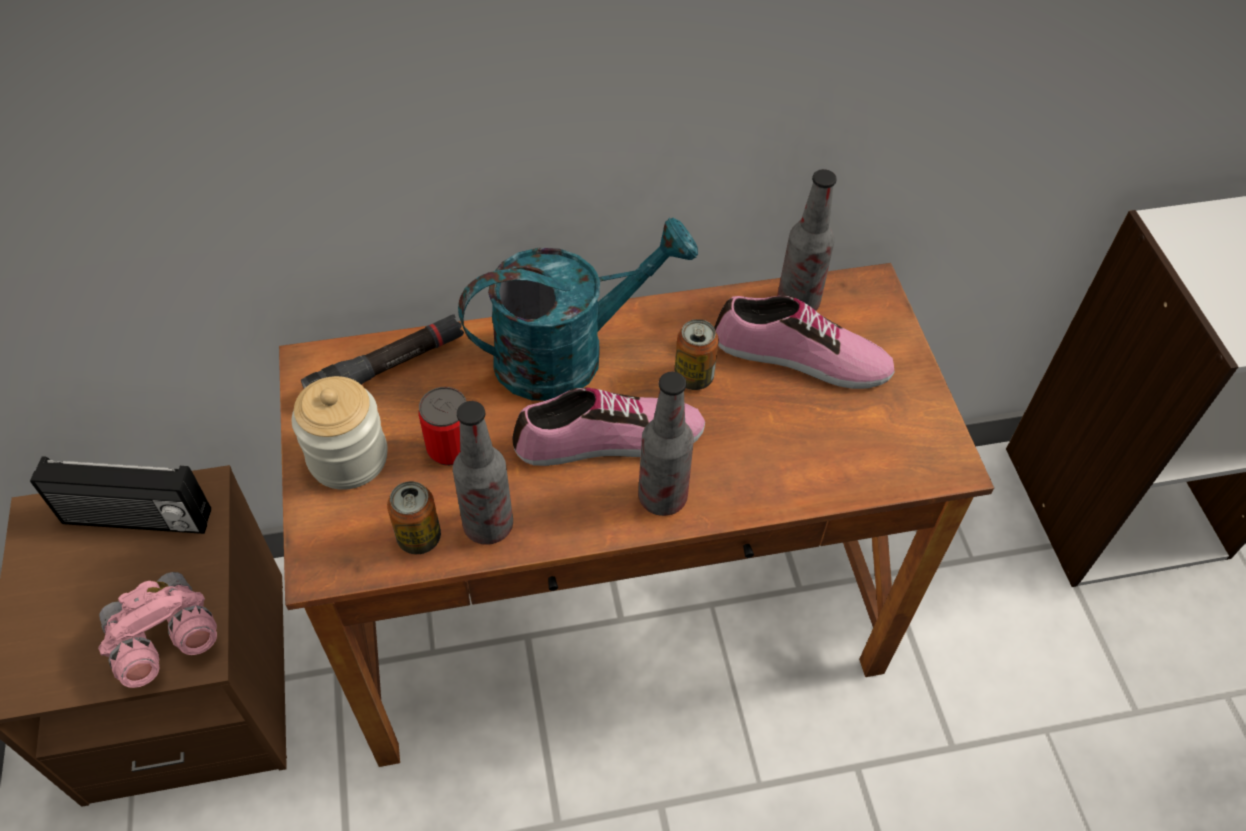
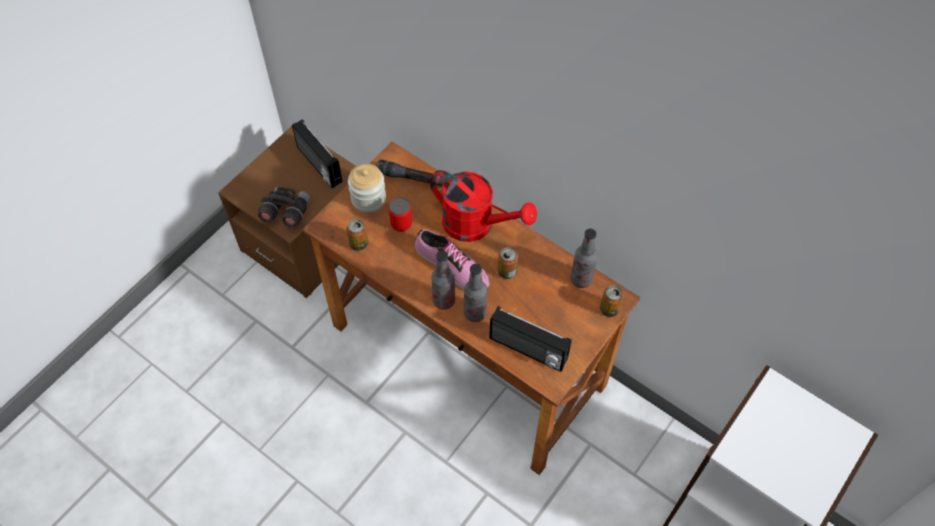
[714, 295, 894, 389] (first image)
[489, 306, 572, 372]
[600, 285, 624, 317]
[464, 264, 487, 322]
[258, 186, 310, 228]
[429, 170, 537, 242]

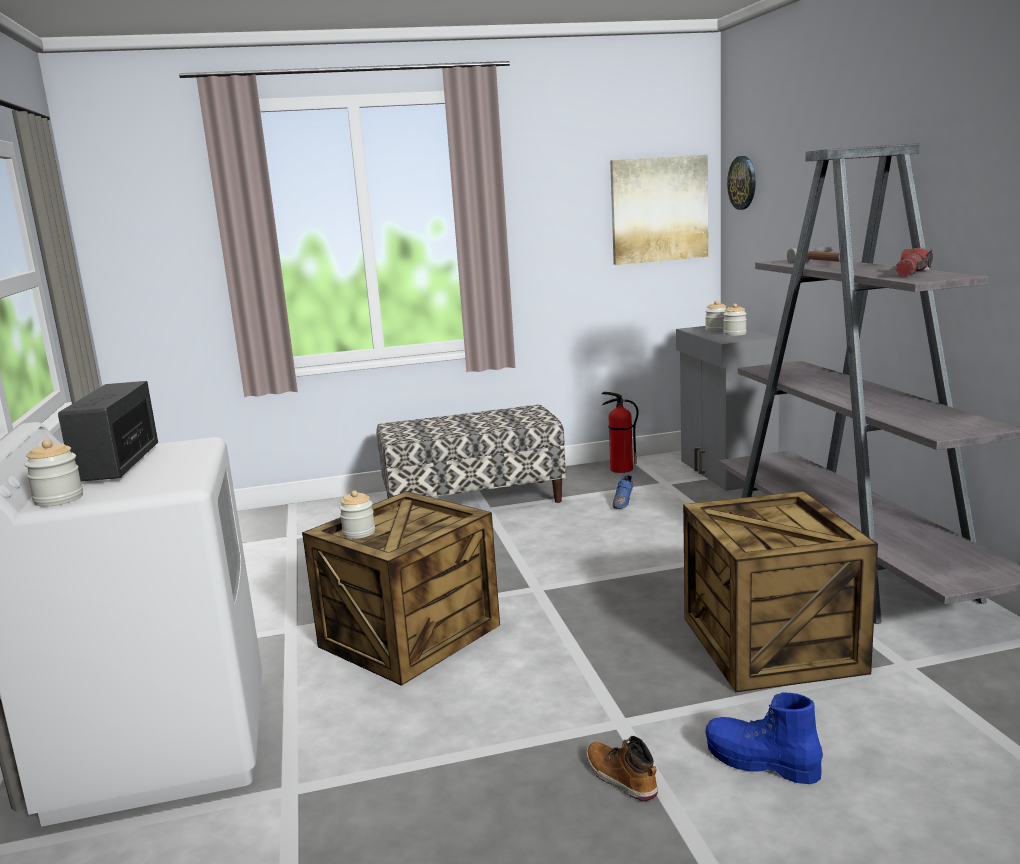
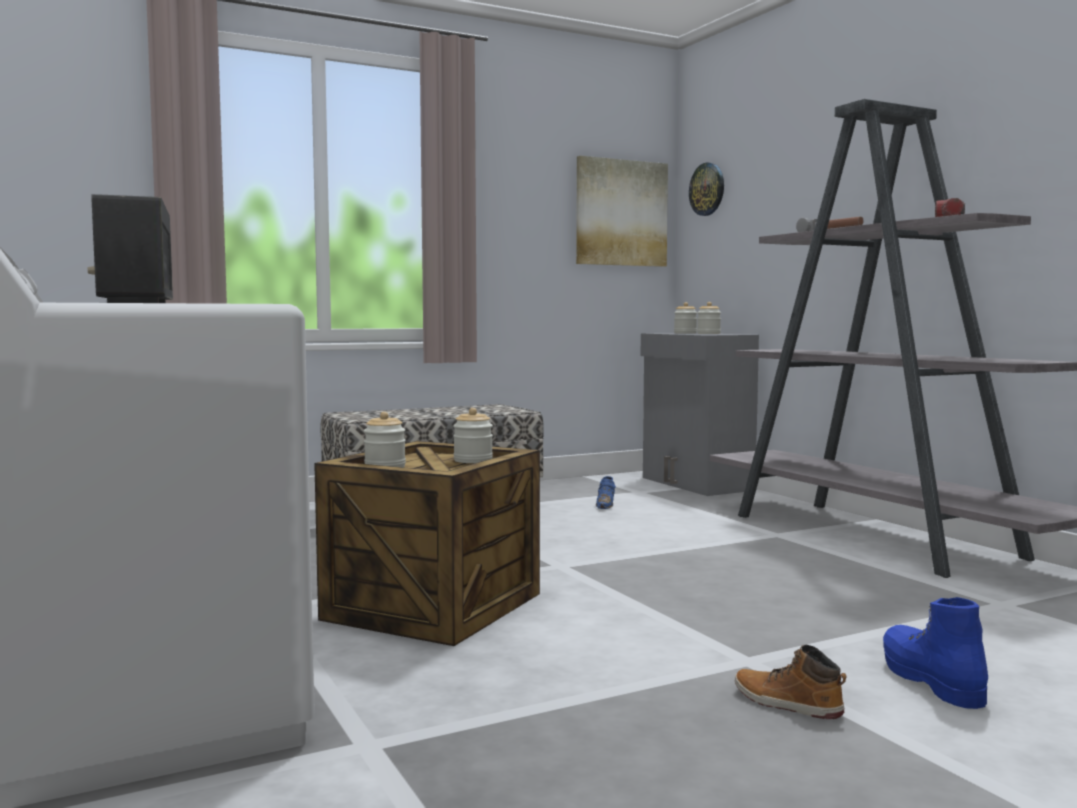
[602, 392, 639, 473] (first image)
[683, 491, 878, 692] (first image)
[453, 408, 493, 463]
[883, 597, 988, 709]

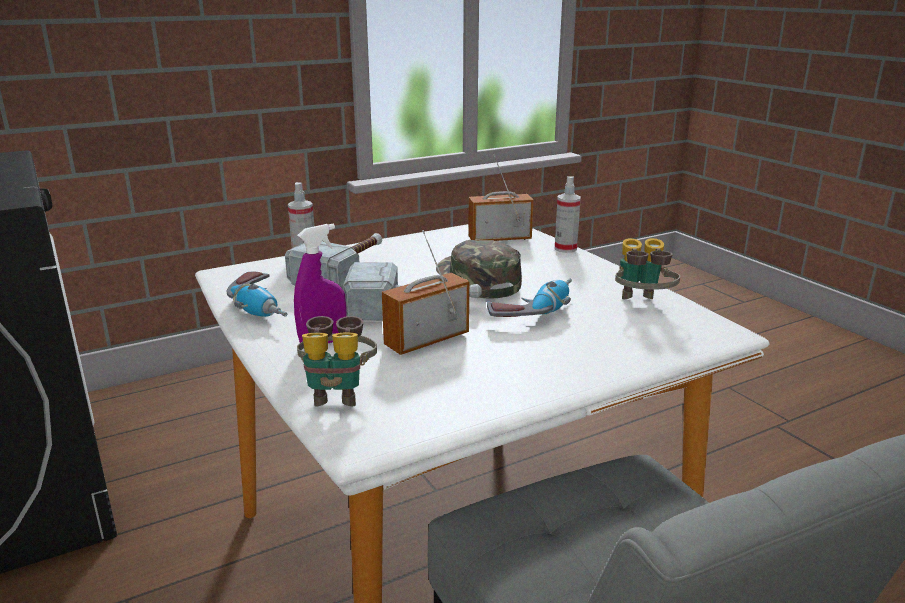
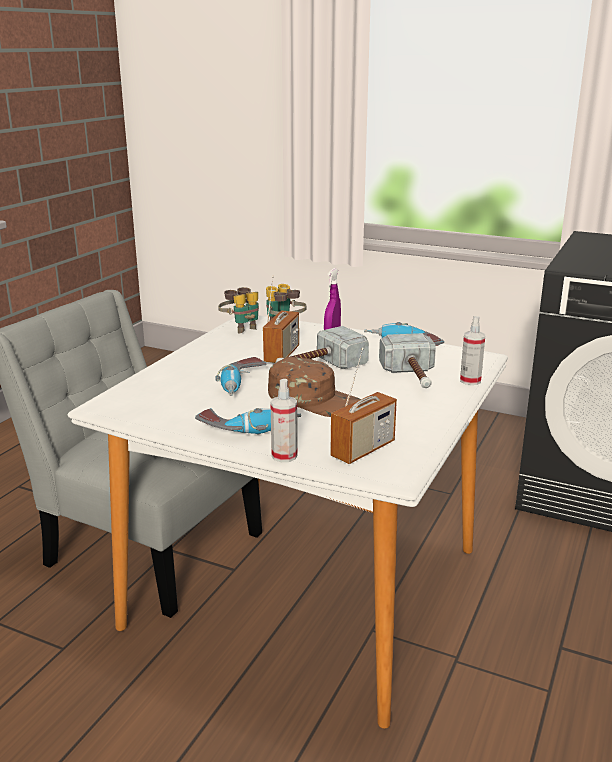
[195, 408, 301, 434]
[218, 287, 259, 334]
[268, 357, 361, 417]

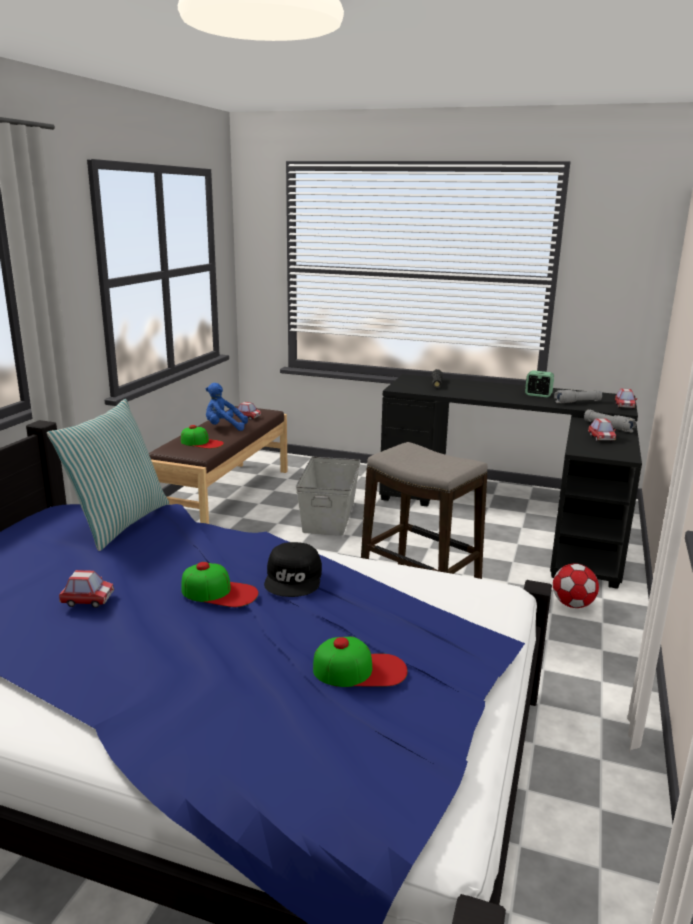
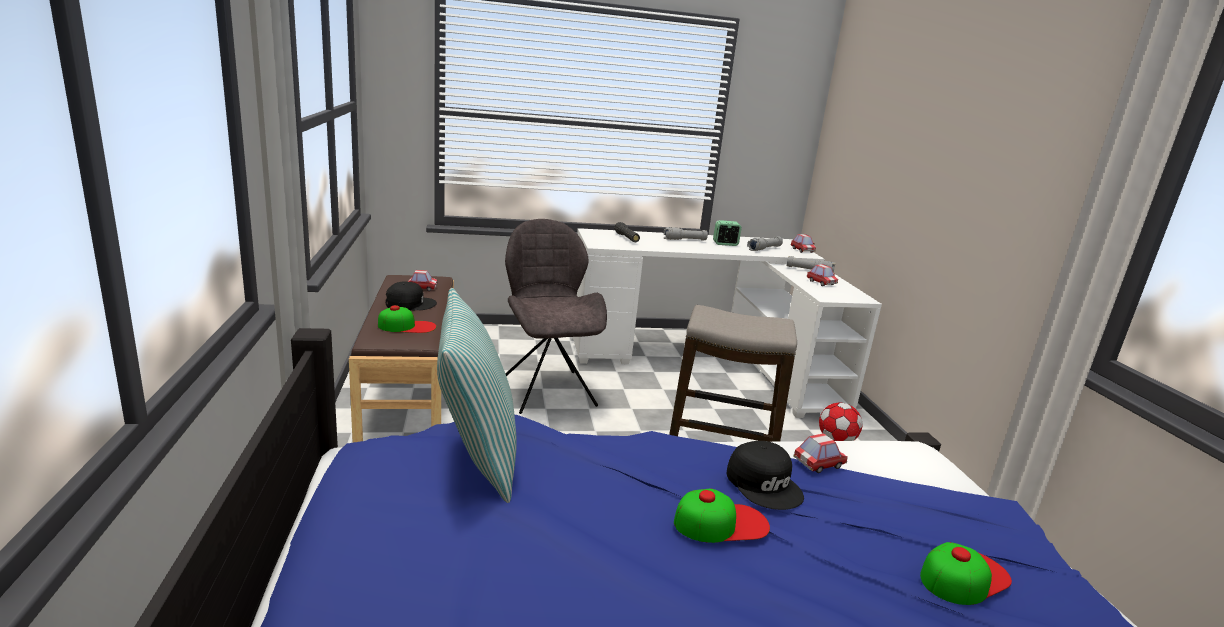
[663, 227, 708, 241]
[793, 433, 848, 473]
[386, 282, 437, 310]
[505, 219, 607, 414]
[572, 228, 882, 418]

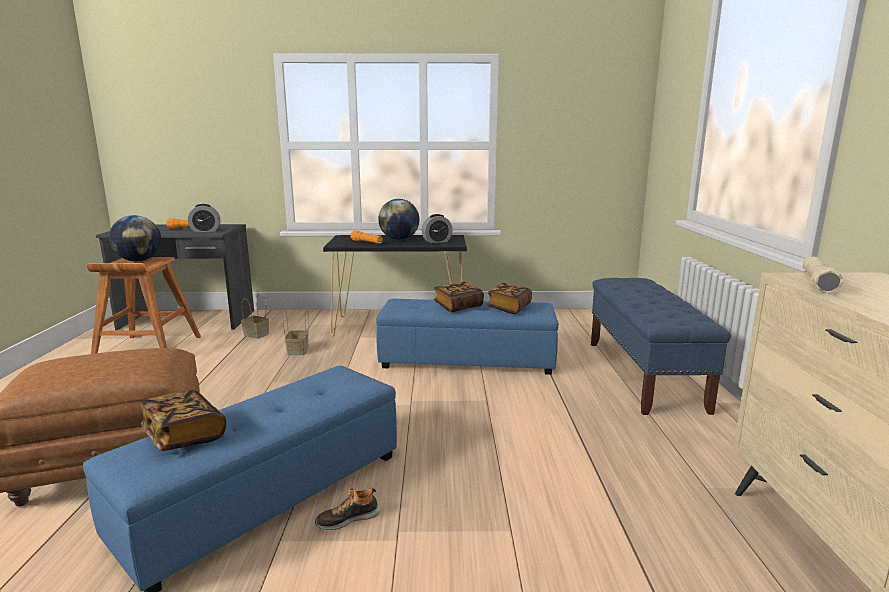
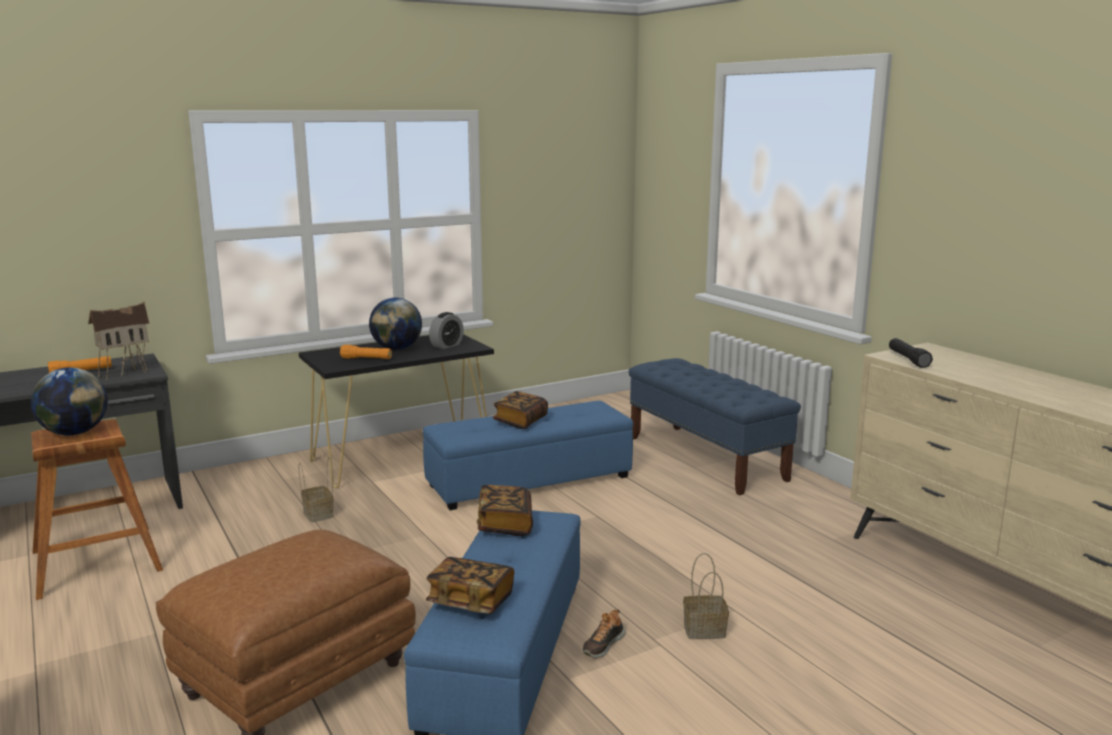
[683, 553, 729, 639]
[477, 485, 533, 536]
[88, 302, 149, 381]
[889, 338, 933, 368]

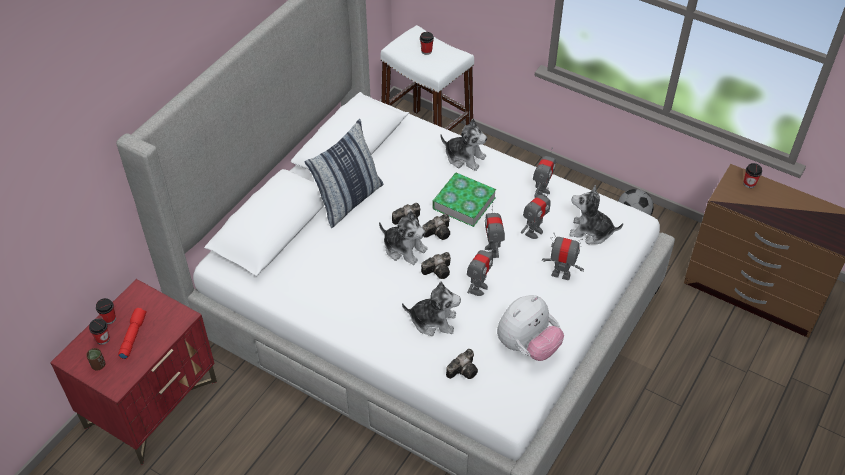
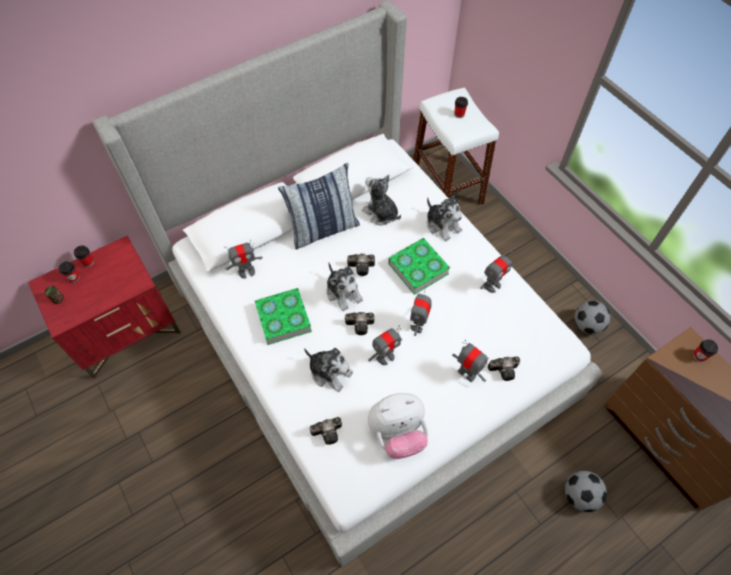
[118, 308, 146, 359] (first image)
[255, 288, 312, 345]
[565, 471, 607, 512]
[488, 356, 520, 381]
[224, 240, 263, 279]
[362, 175, 401, 226]

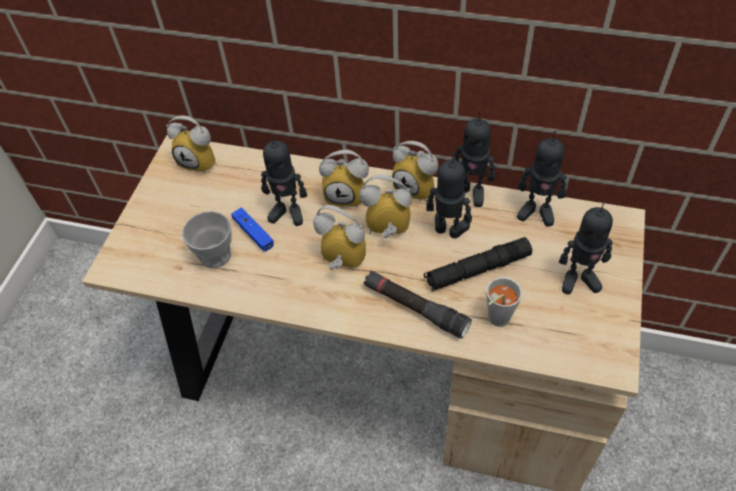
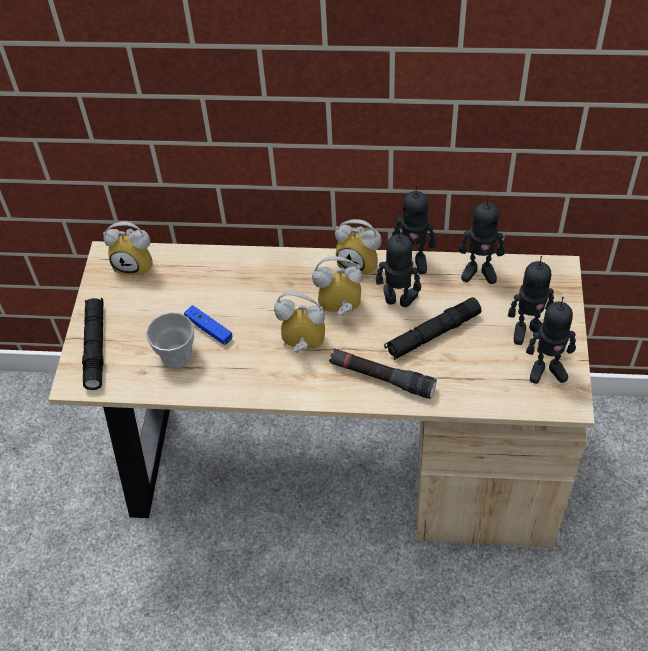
[319, 150, 369, 207] (first image)
[486, 277, 522, 327] (first image)
[82, 298, 104, 390]
[526, 297, 576, 384]

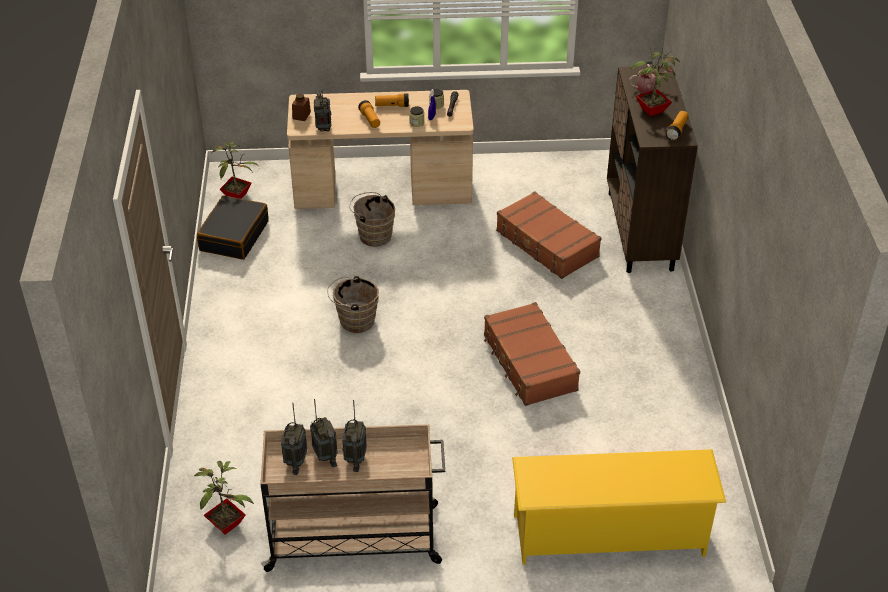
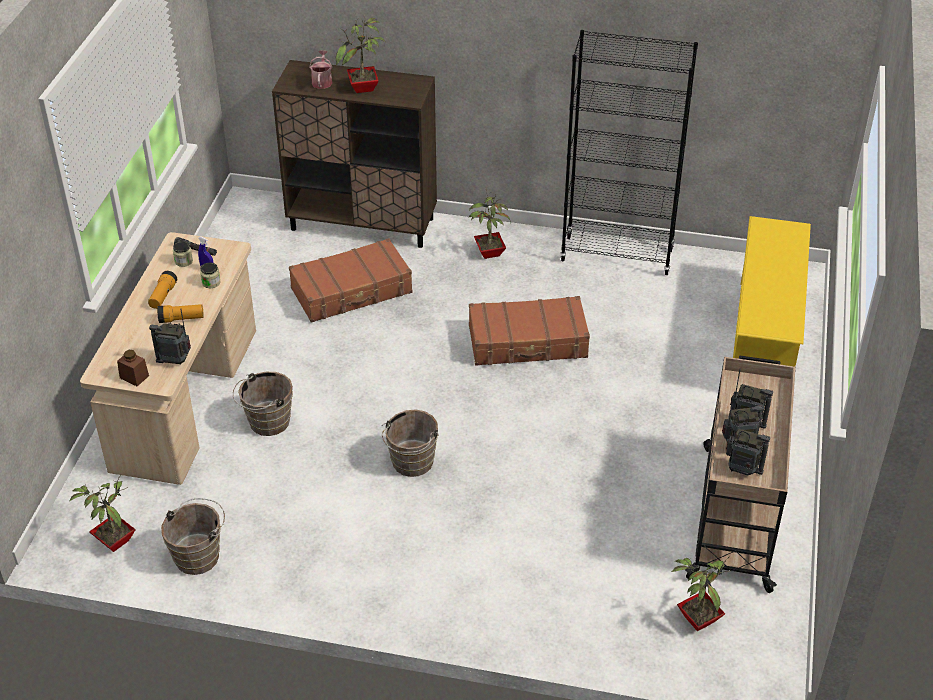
[666, 111, 689, 141] (first image)
[469, 190, 511, 259]
[560, 30, 698, 275]
[161, 498, 225, 575]

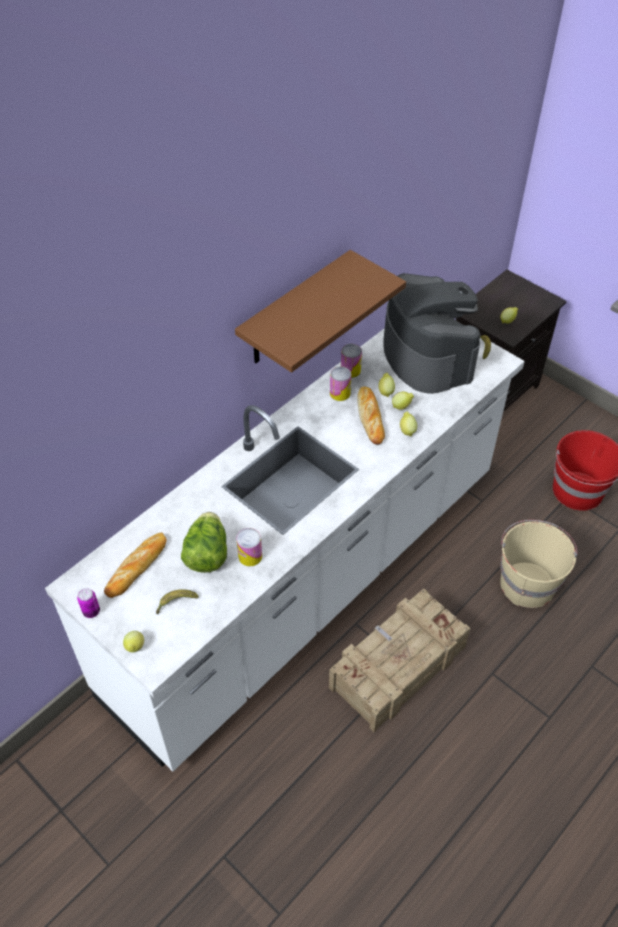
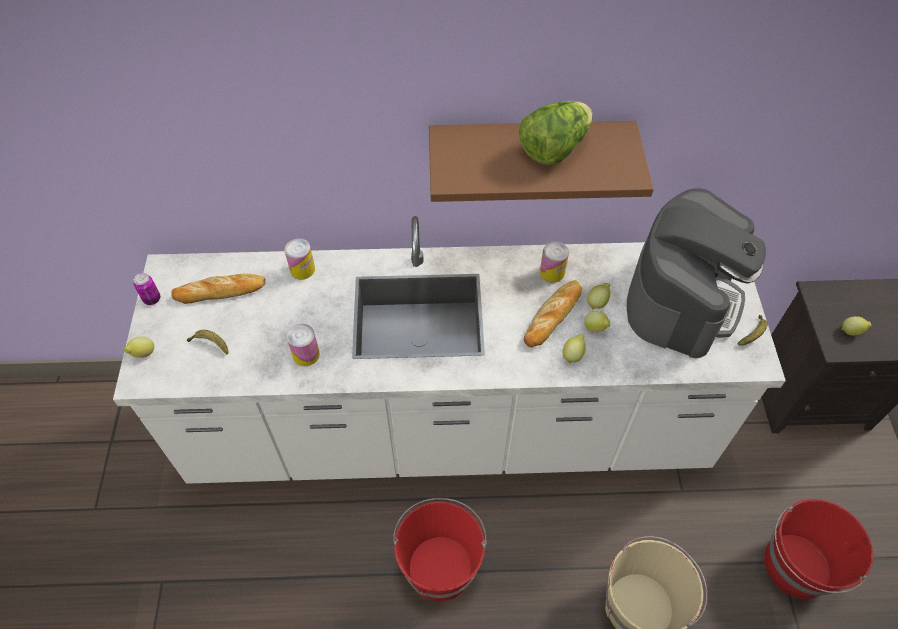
[519, 101, 592, 165]
[284, 239, 315, 279]
[393, 498, 487, 602]

